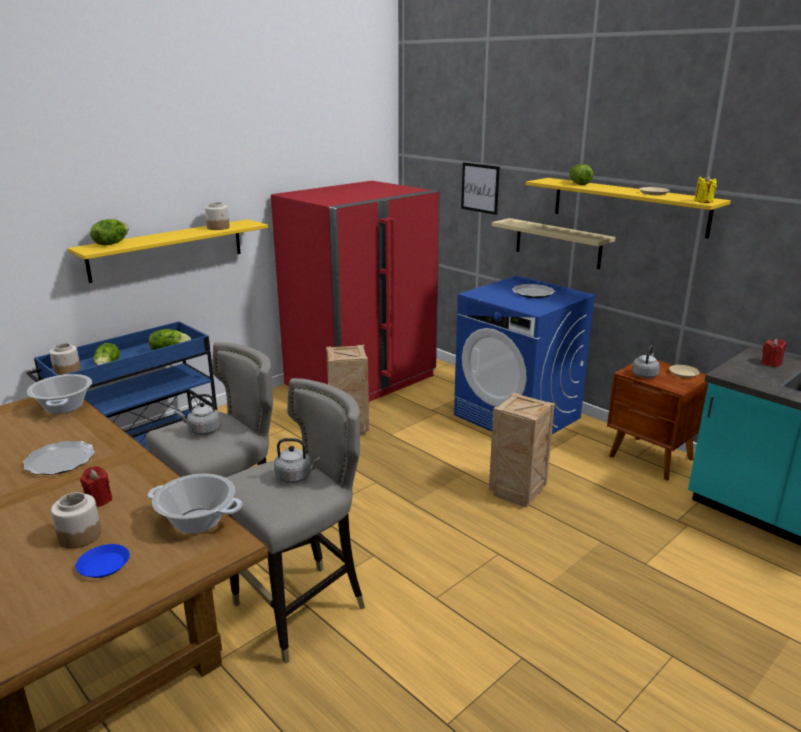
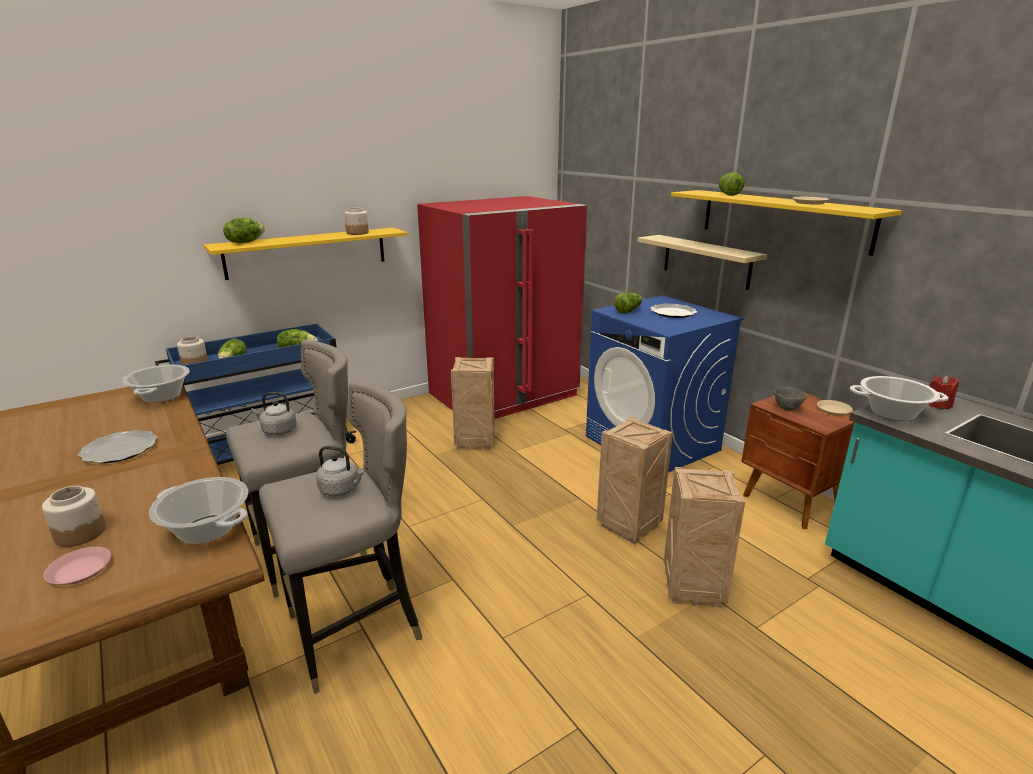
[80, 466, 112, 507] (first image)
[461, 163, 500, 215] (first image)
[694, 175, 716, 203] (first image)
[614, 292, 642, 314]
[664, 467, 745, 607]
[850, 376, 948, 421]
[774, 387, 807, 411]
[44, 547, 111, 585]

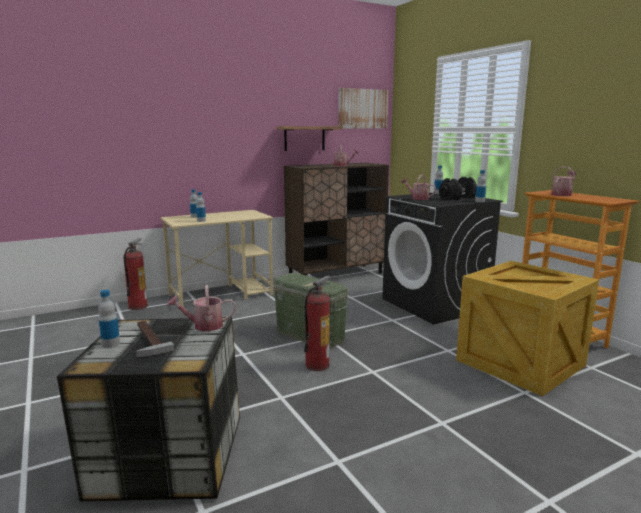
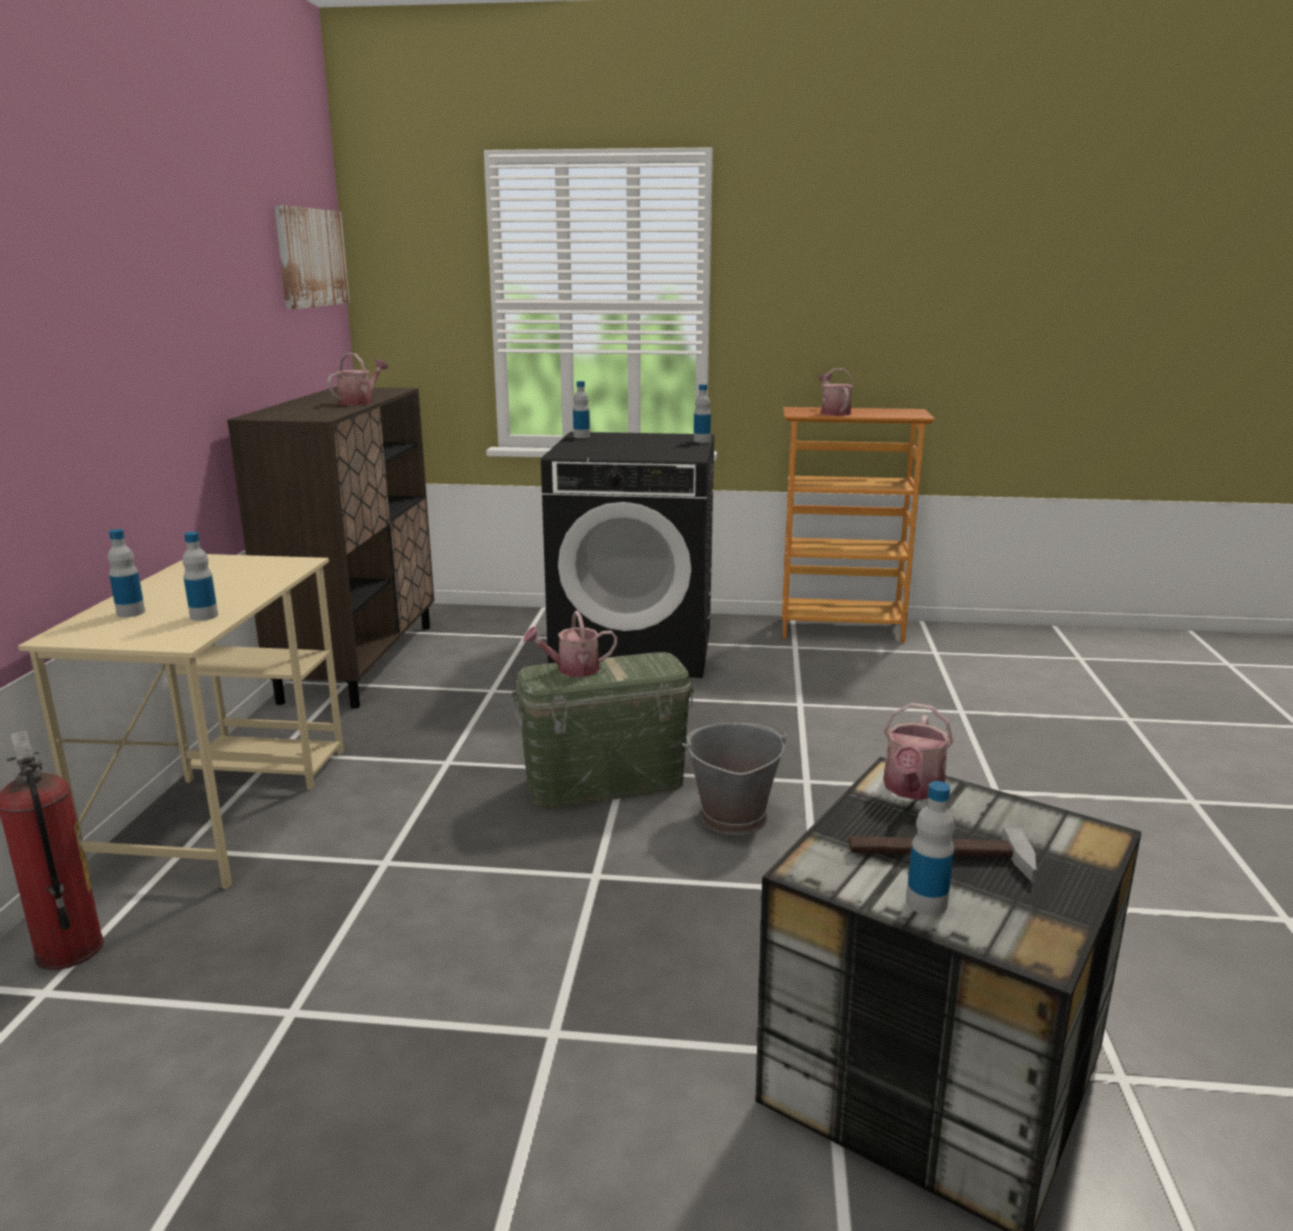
[276, 126, 343, 151] (first image)
[439, 177, 477, 200] (first image)
[456, 261, 599, 396] (first image)
[523, 611, 617, 677]
[682, 723, 788, 835]

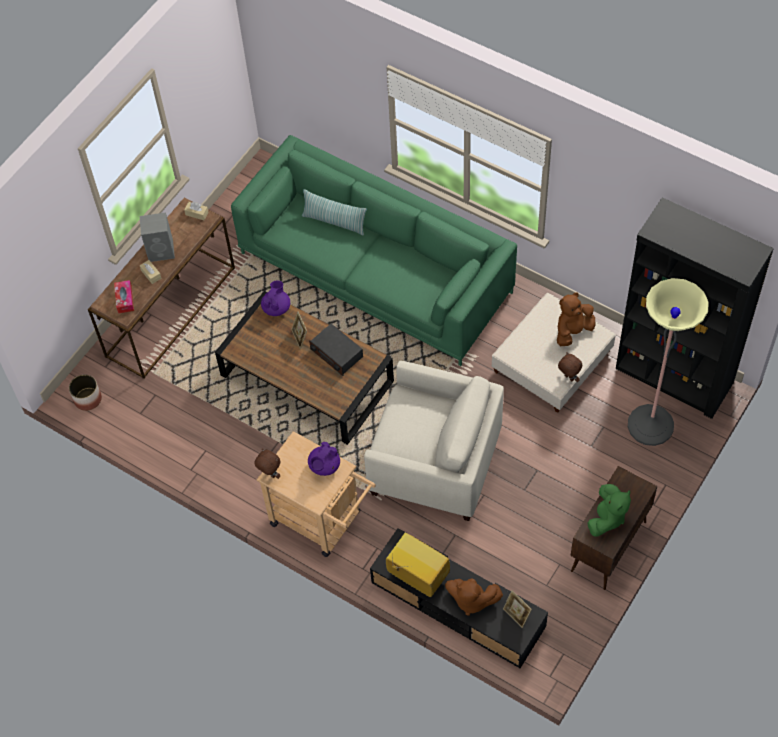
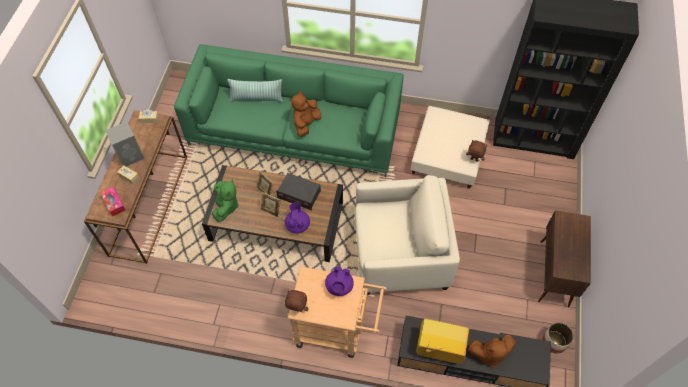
[628, 278, 709, 446] (first image)
[542, 322, 574, 353]
[285, 203, 310, 233]
[260, 192, 281, 218]
[291, 91, 321, 137]
[212, 179, 239, 222]

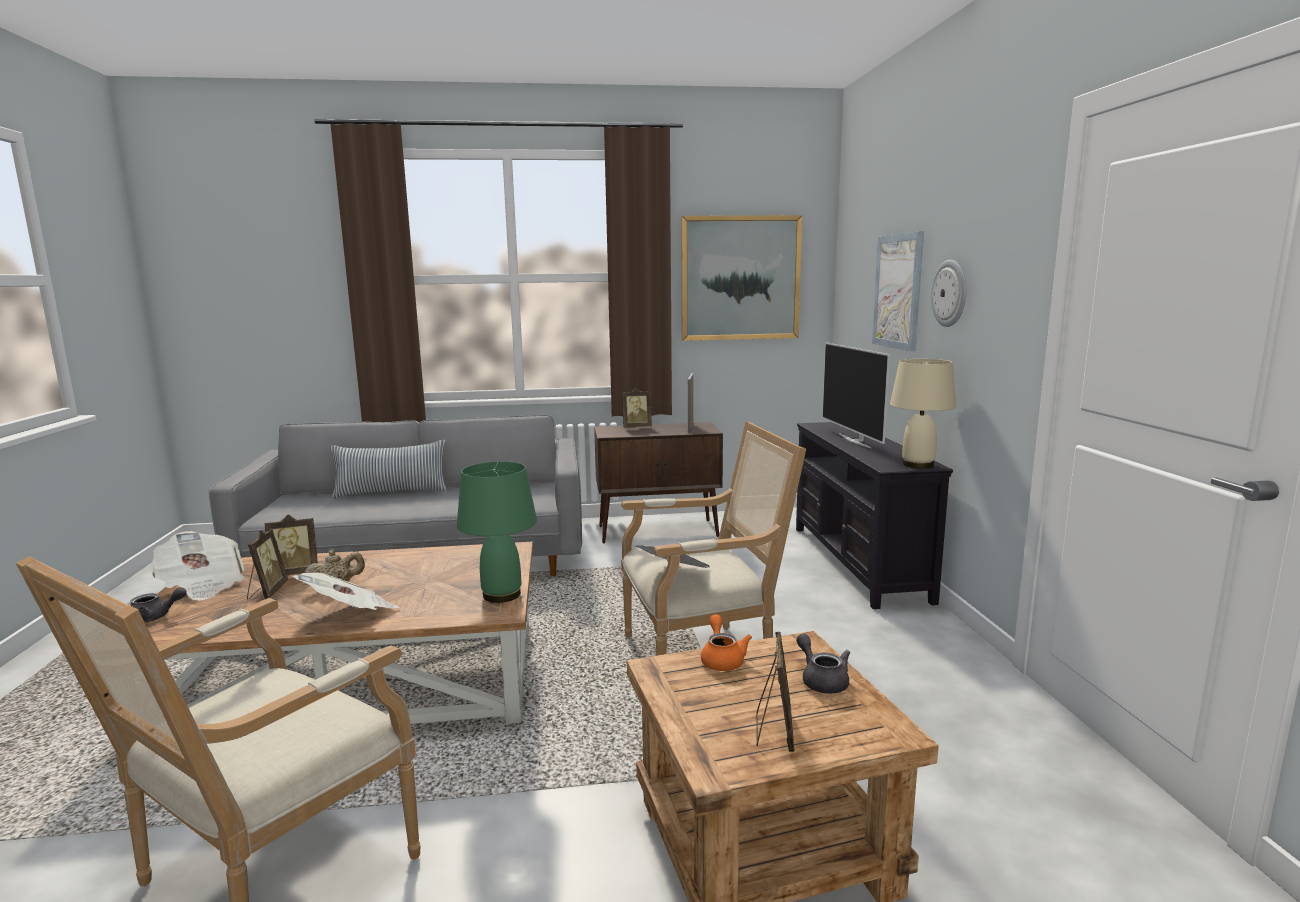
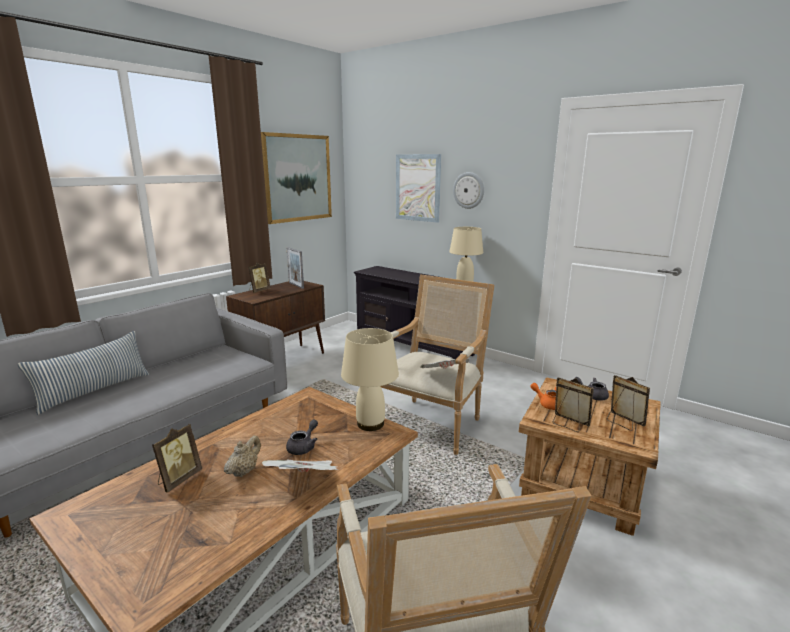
[151, 531, 244, 601] (first image)
[822, 342, 890, 449] (first image)
[286, 419, 318, 455]
[553, 377, 594, 432]
[341, 328, 399, 431]

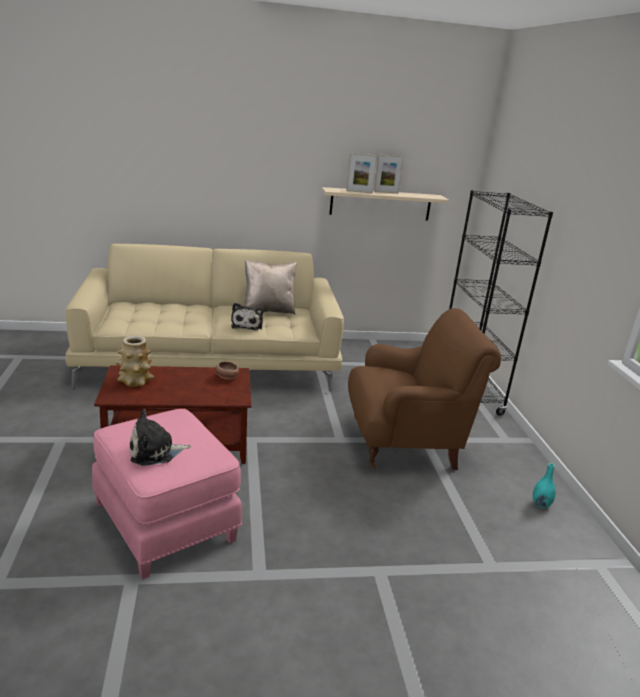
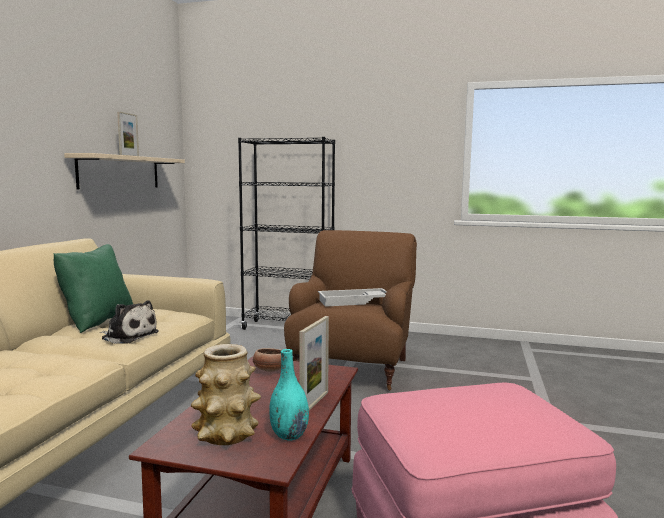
[130, 409, 191, 466] (first image)
[318, 288, 387, 307]
[300, 316, 329, 410]
[269, 349, 309, 441]
[53, 244, 133, 333]

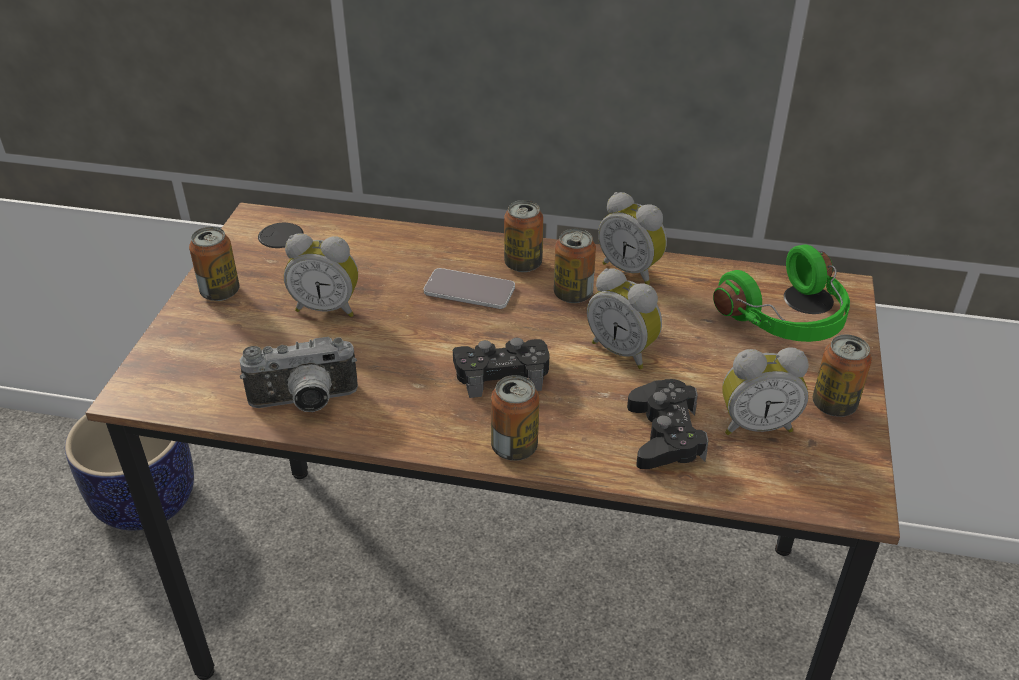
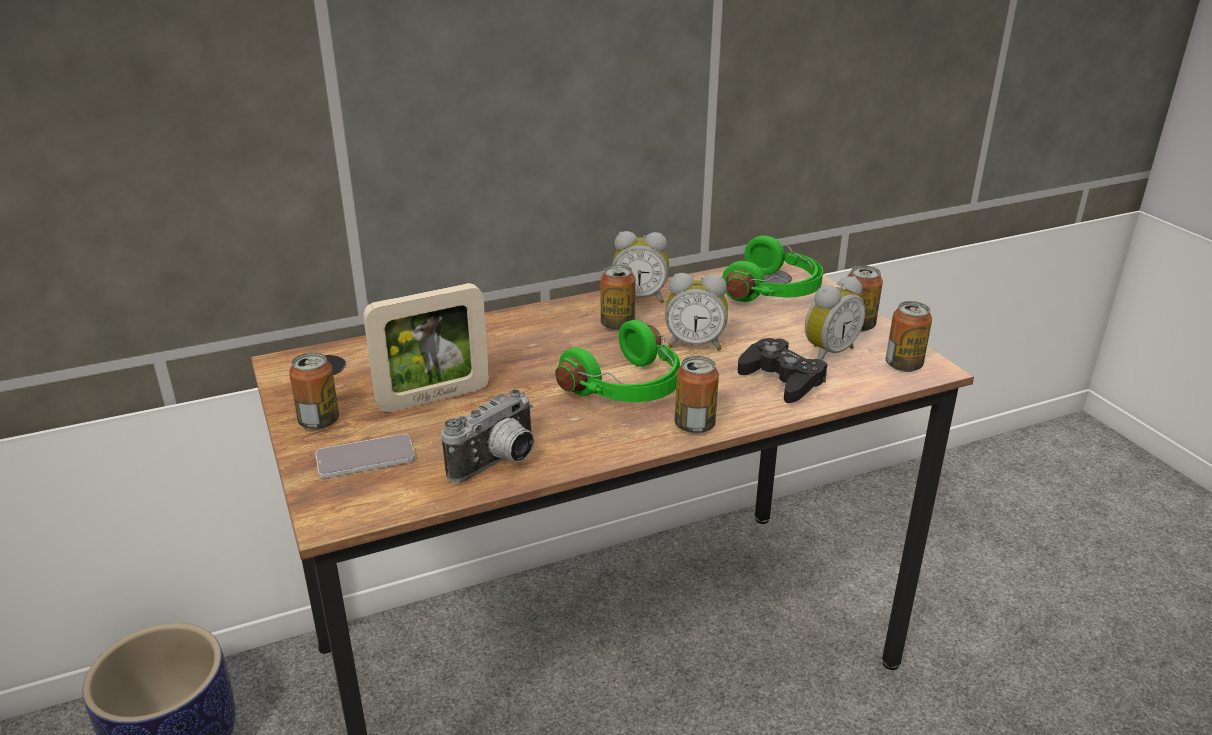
[315, 434, 415, 478]
[886, 301, 932, 372]
[363, 283, 489, 412]
[555, 320, 681, 402]

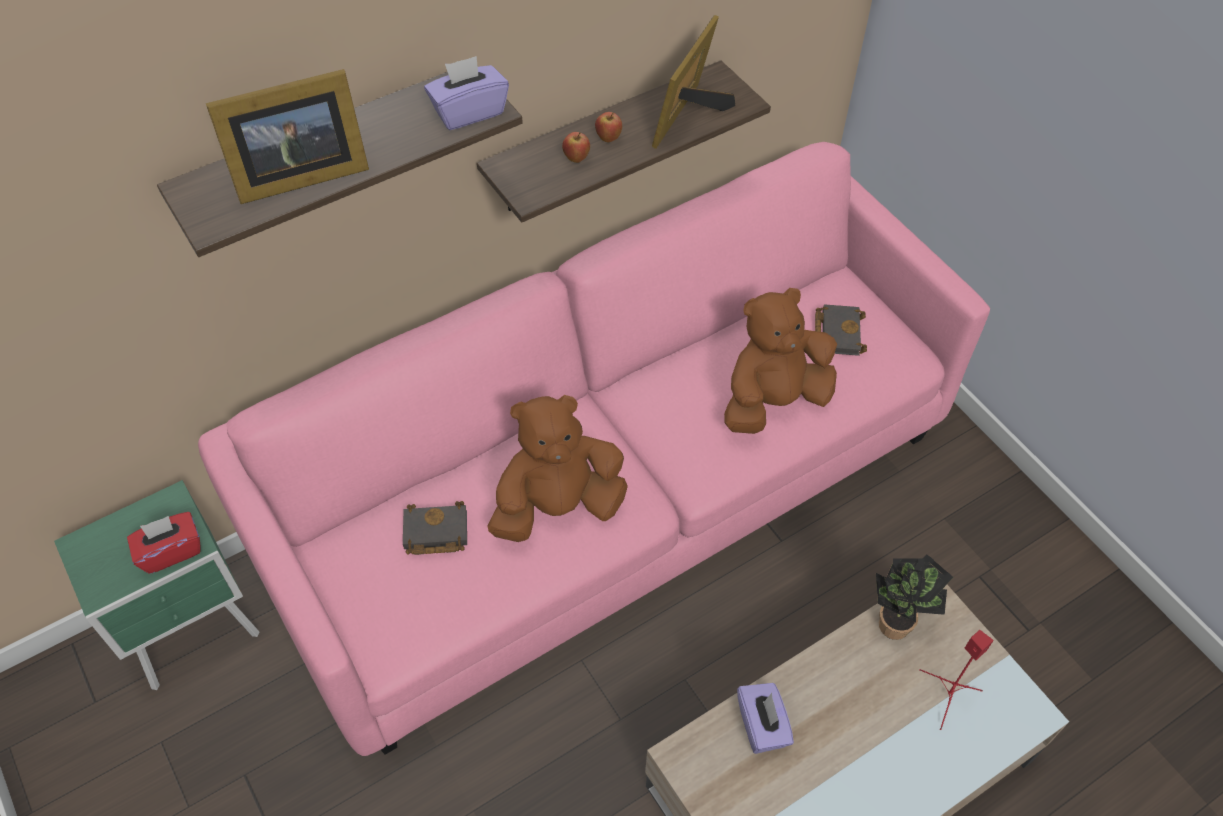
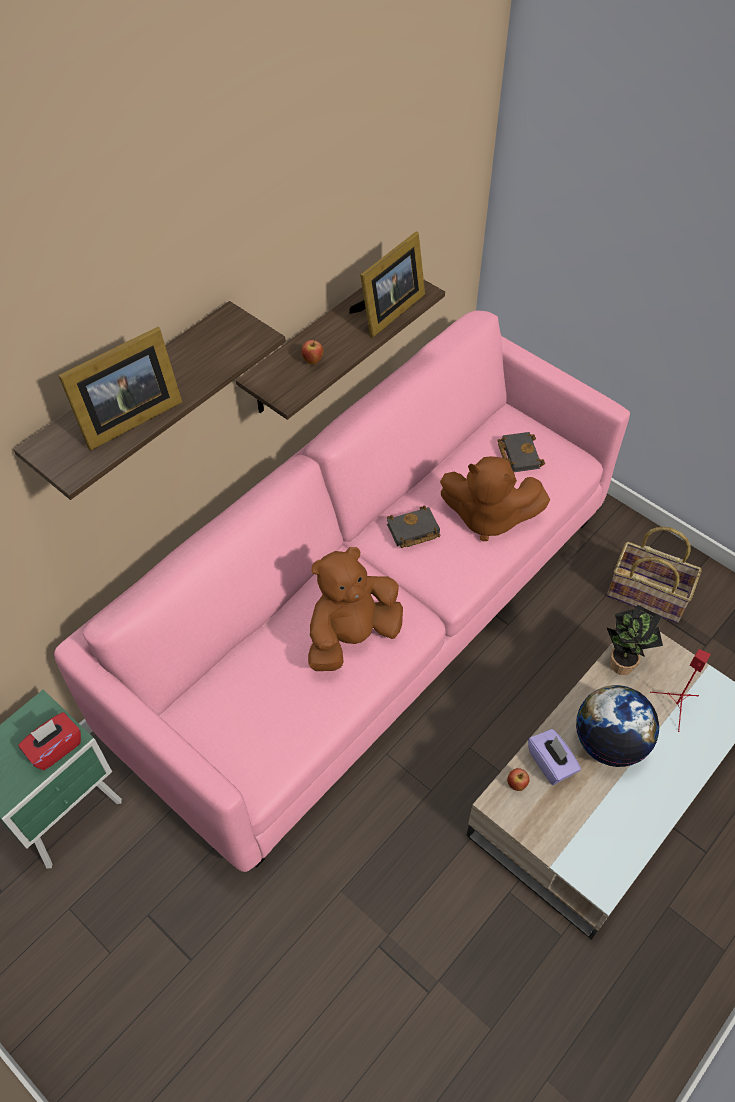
[424, 56, 509, 130] (first image)
[576, 685, 659, 767]
[607, 527, 702, 623]
[387, 505, 440, 548]
[507, 768, 529, 791]
[349, 231, 425, 338]
[440, 456, 550, 541]

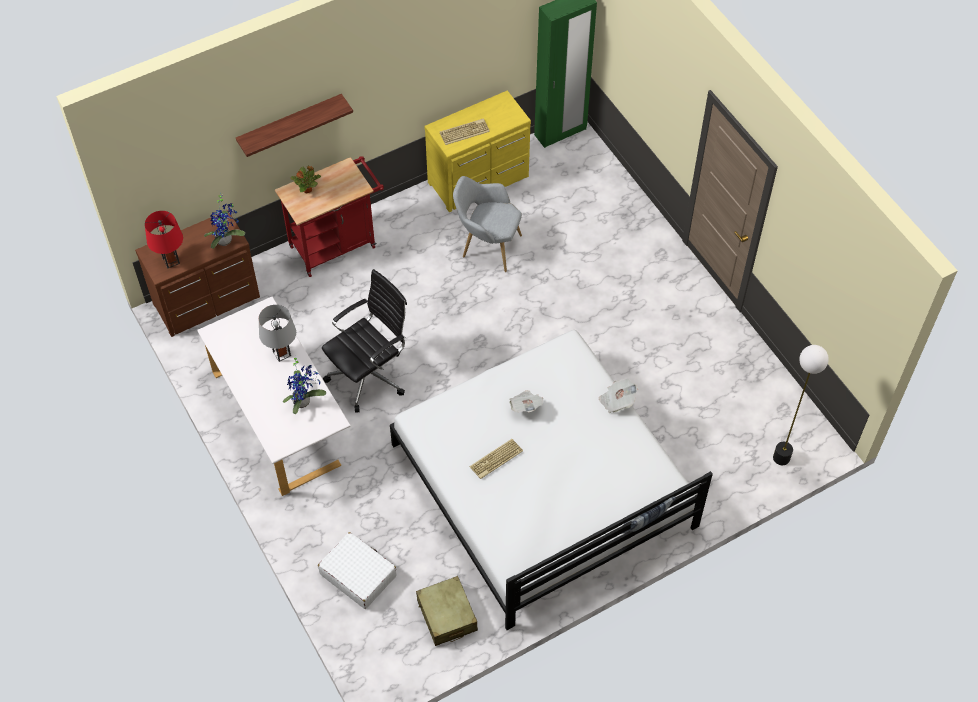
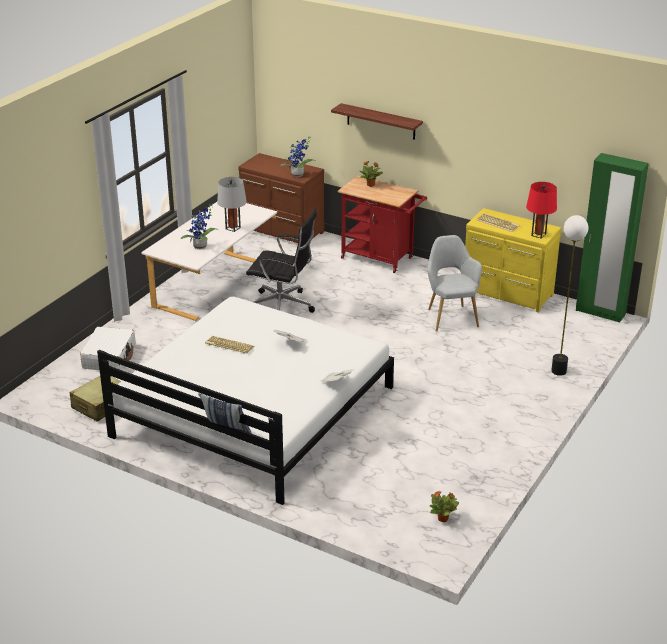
[430, 491, 459, 522]
[526, 182, 557, 239]
[551, 215, 589, 376]

